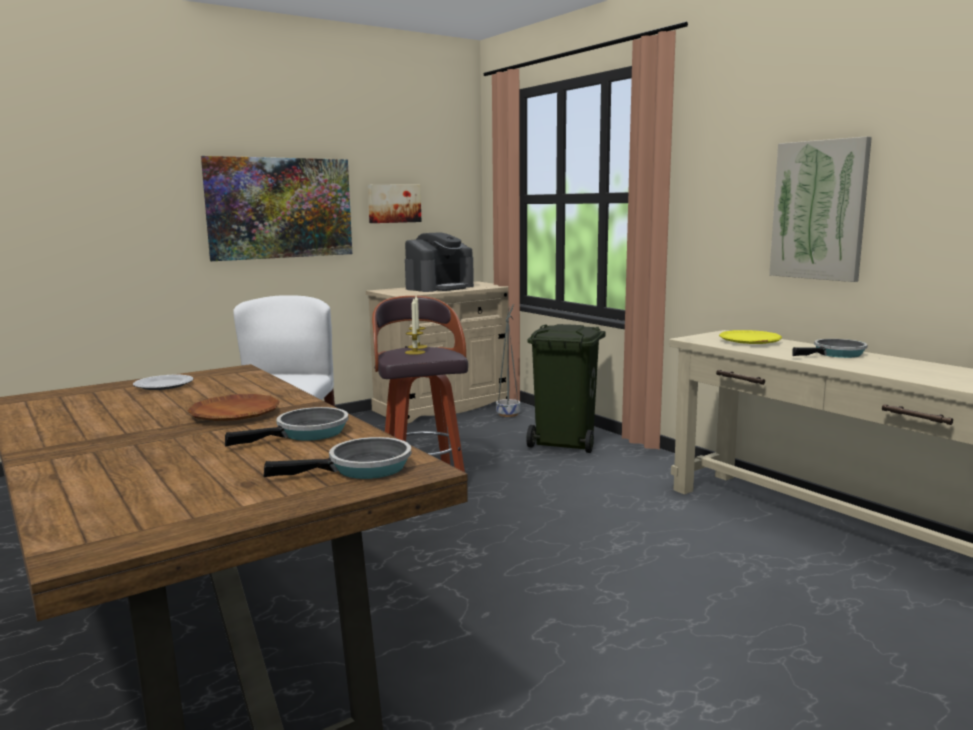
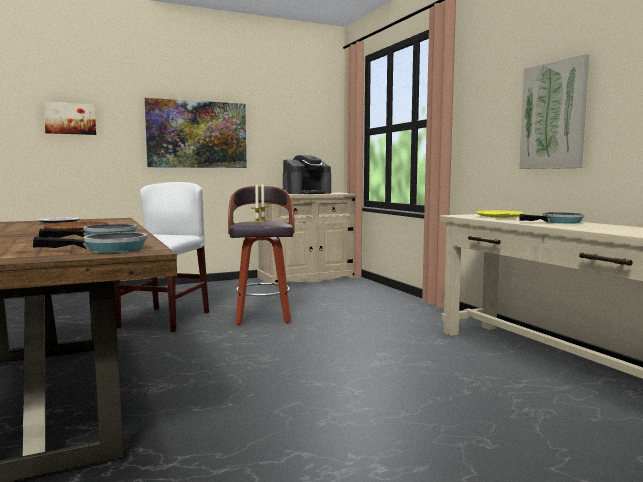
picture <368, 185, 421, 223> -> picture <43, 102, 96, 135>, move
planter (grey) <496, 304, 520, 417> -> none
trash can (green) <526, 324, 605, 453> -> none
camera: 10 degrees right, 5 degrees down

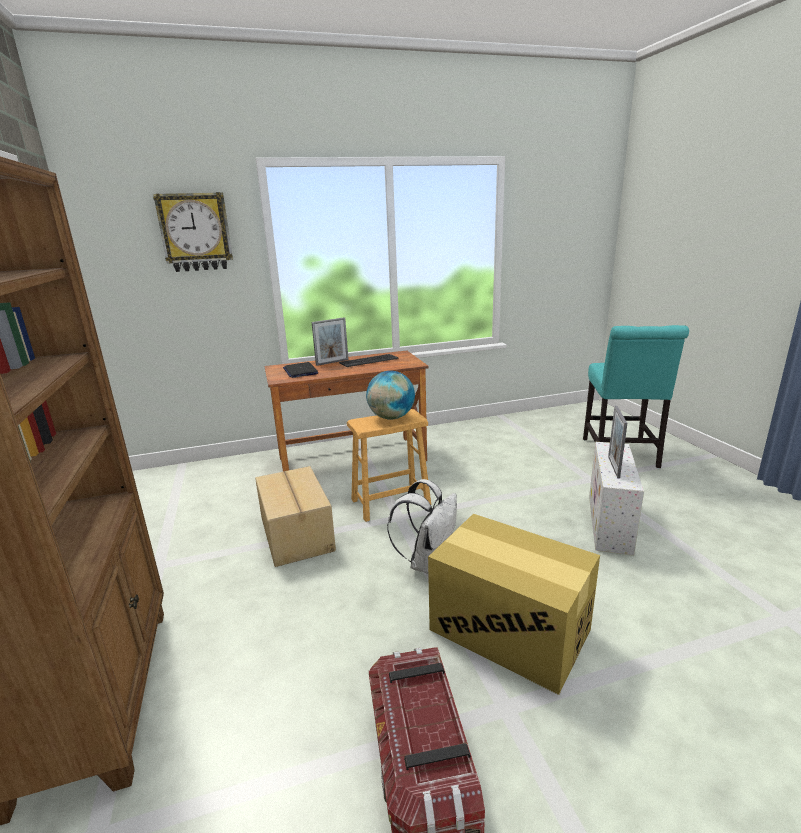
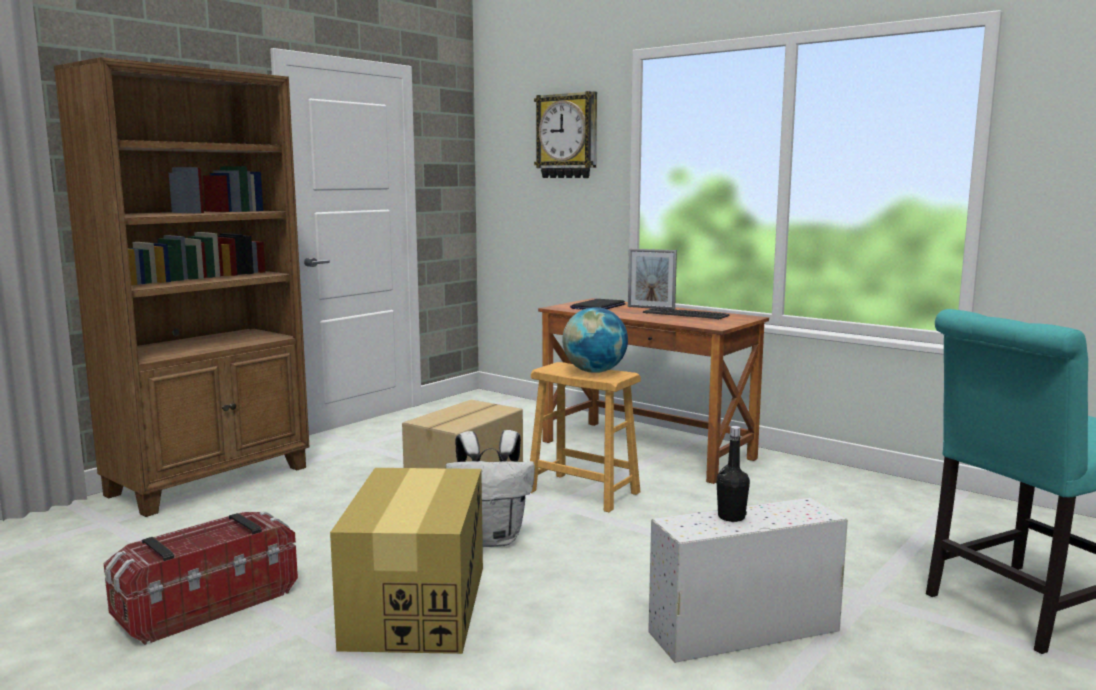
picture frame <608, 406, 627, 478> -> bottle (black) <716, 426, 750, 522>
camera: 55 degrees right, 10 degrees down

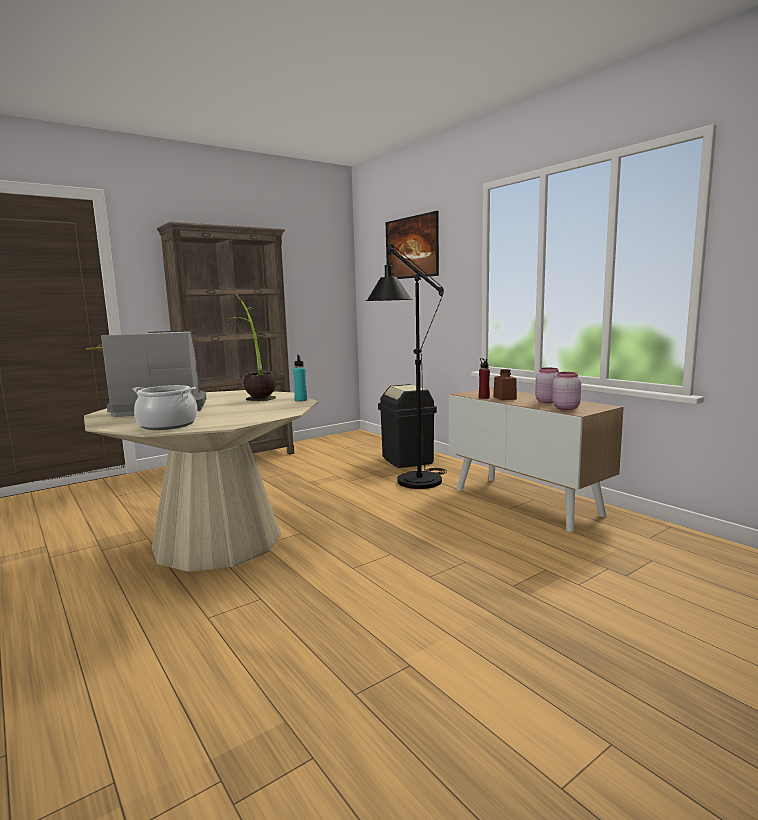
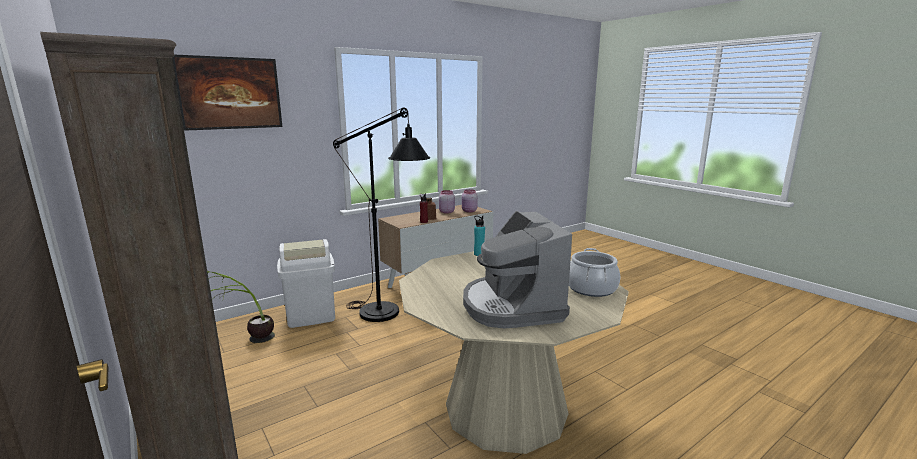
potted plant <225, 293, 276, 401> -> potted plant <207, 271, 275, 343>, move
trash can (black) <378, 384, 437, 468> -> trash can (white) <277, 239, 335, 328>
camera: 90 degrees left, 5 degrees up

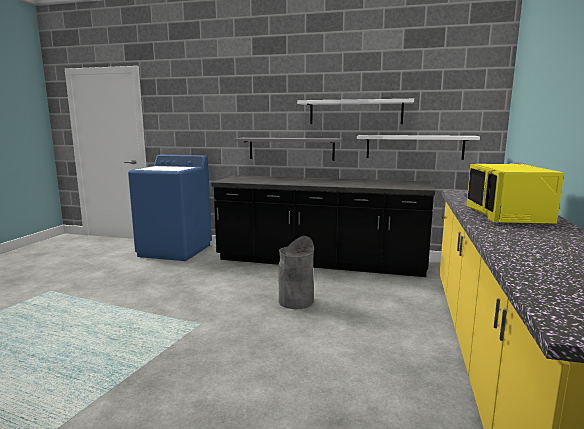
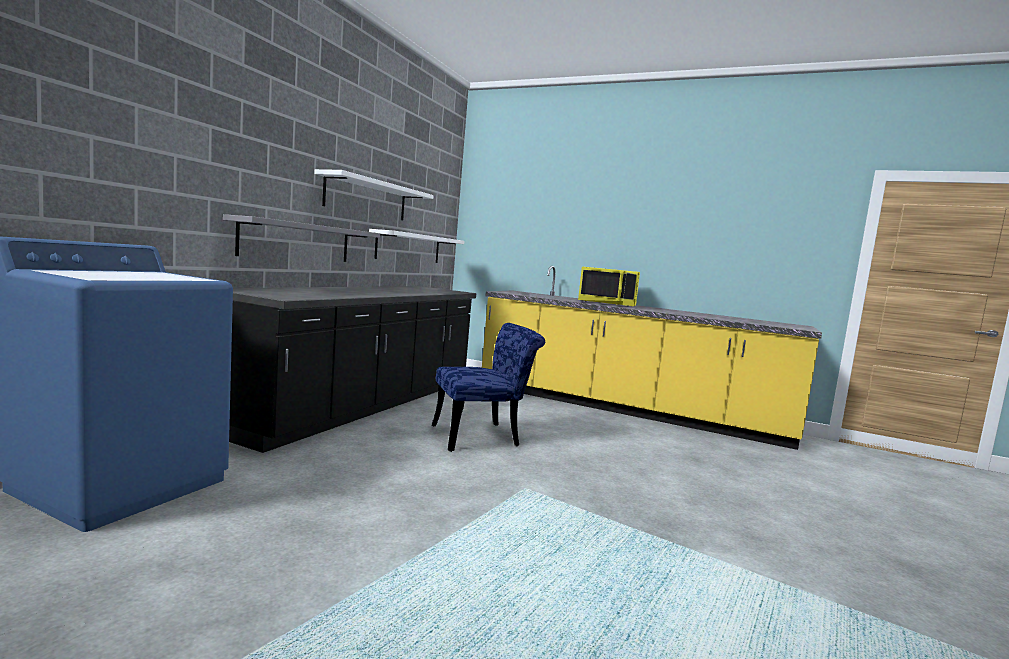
trash can (grey) <279, 236, 314, 309> -> chair (blue) <432, 323, 545, 452>
camera: 80 degrees left, 5 degrees down

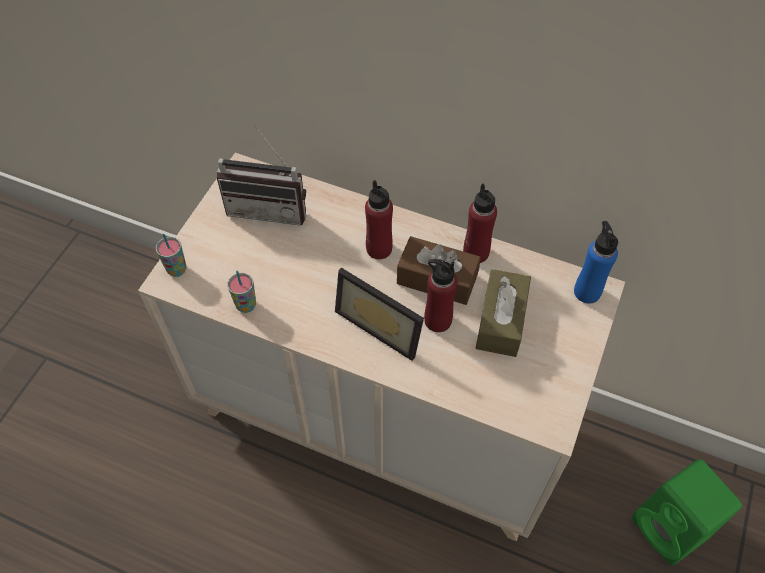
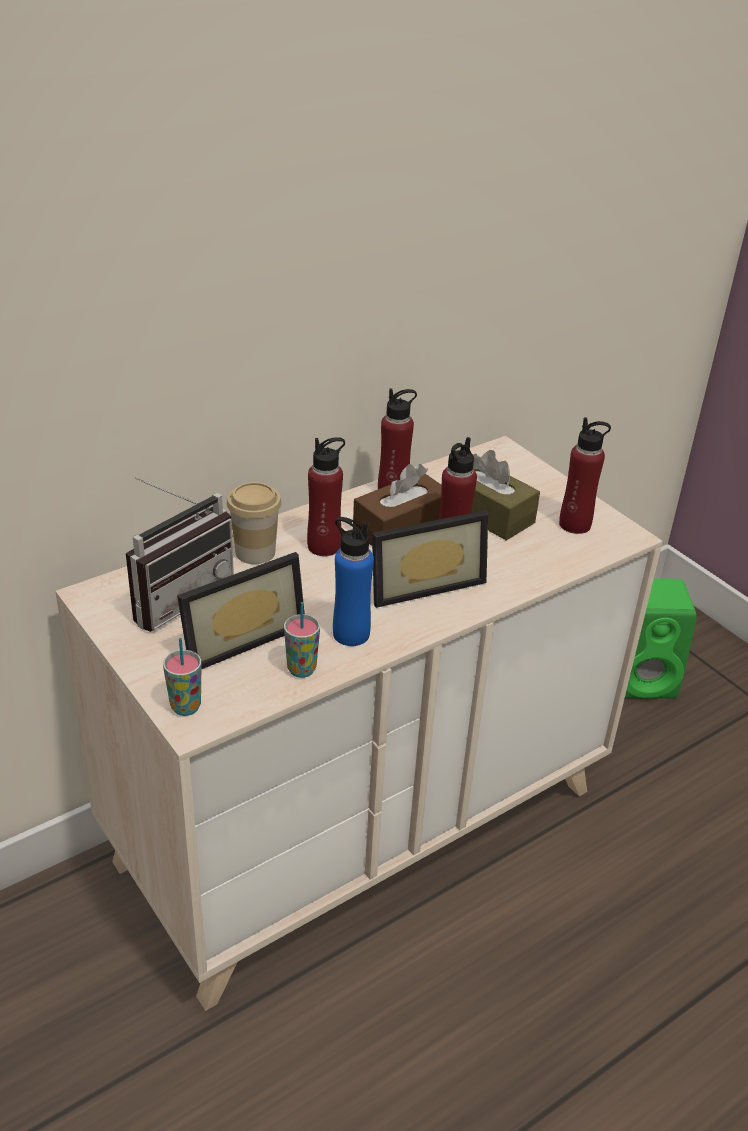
bottle (blue) <574, 221, 618, 304> -> bottle (blue) <333, 517, 374, 646>, move
none -> picture frame <177, 552, 305, 670>
none -> cup <227, 482, 282, 564>
none -> bottle (red) <559, 417, 611, 534>
camera: 60 degrees left, 20 degrees down

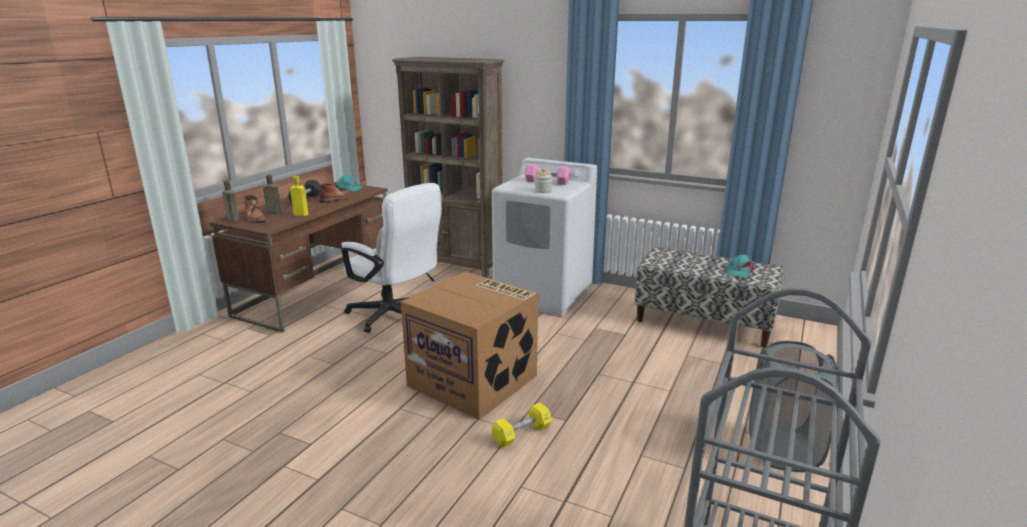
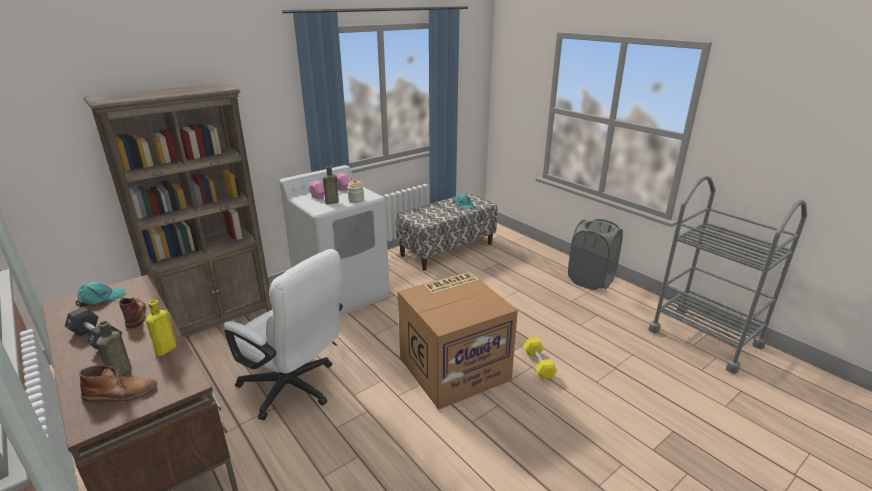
bottle (brown) <222, 180, 239, 222> -> bottle (brown) <323, 166, 339, 204>, move
office chair (white) <341, 183, 442, 333> -> office chair (white) <224, 249, 343, 420>, 60 degrees clockwise
camera: 65 degrees left, 5 degrees up

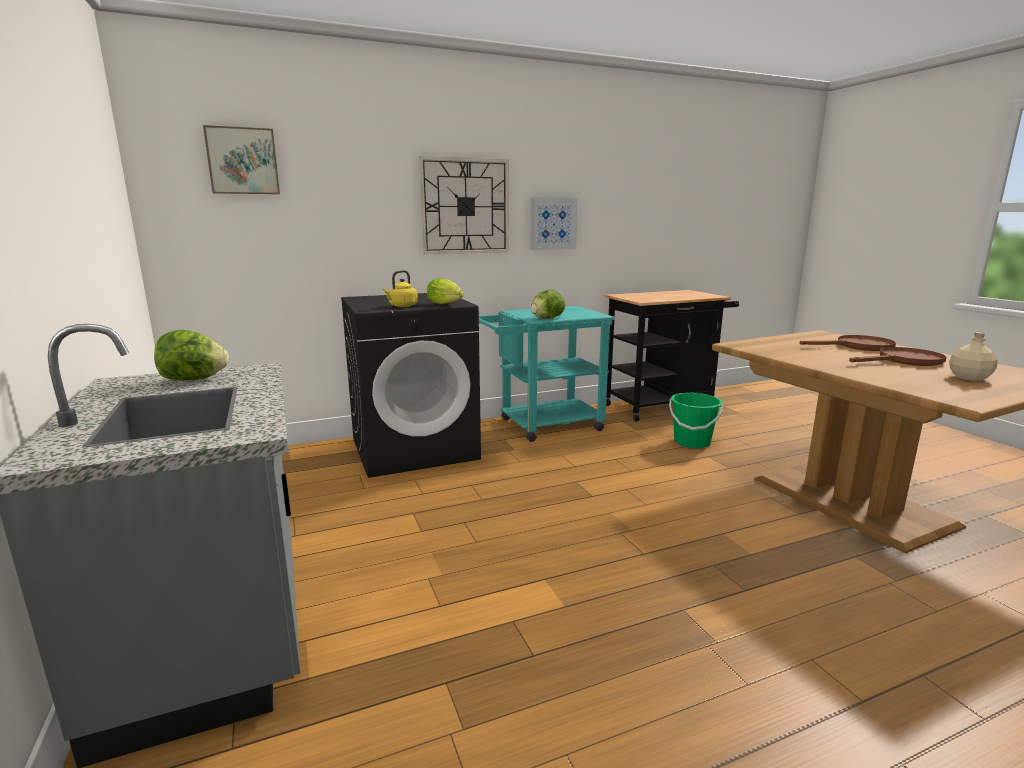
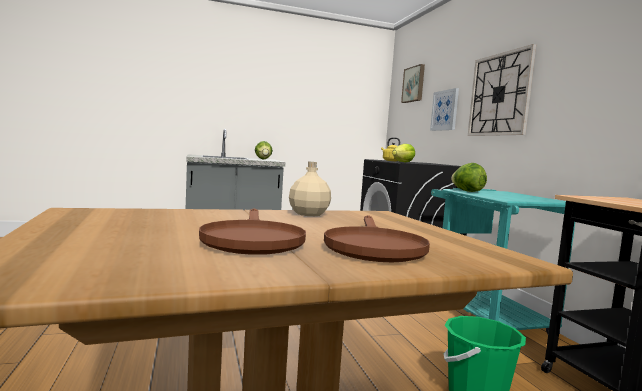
picture <530, 197, 578, 250> -> picture <430, 88, 459, 131>, move
bottle (beige) <949, 332, 998, 381> -> bottle (beige) <289, 162, 331, 216>, move
camera: 95 degrees right, 10 degrees down

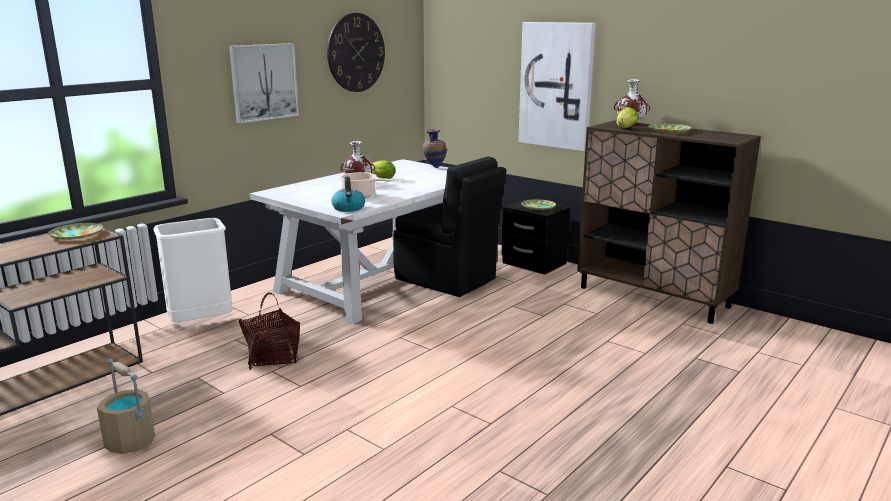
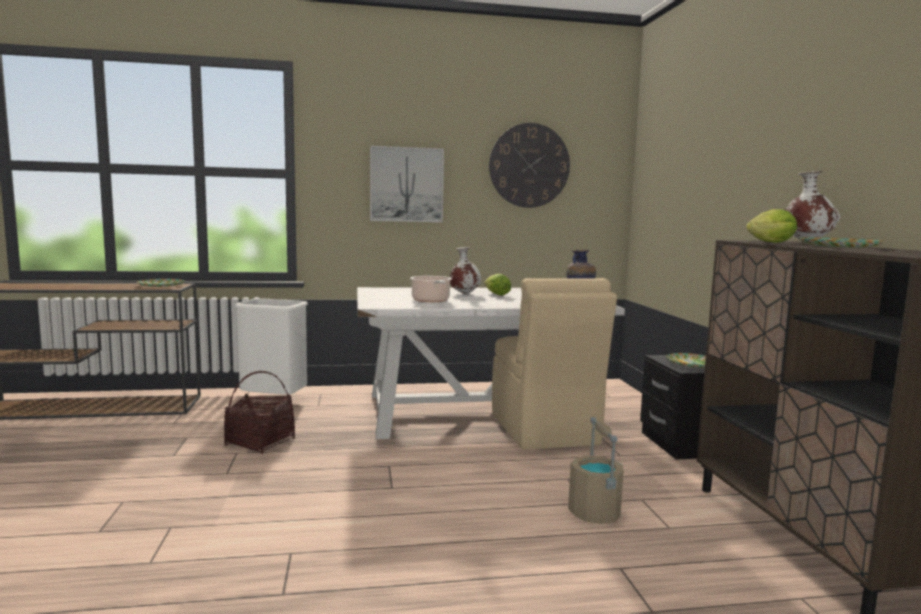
bucket (beige) <97, 358, 155, 454> -> bucket (beige) <568, 417, 624, 524>, move
kettle <331, 177, 365, 212> -> none
chair (black) <393, 156, 506, 297> -> chair (beige) <492, 278, 617, 450>
picture <518, 22, 596, 151> -> none
camera: 40 degrees right, 10 degrees down

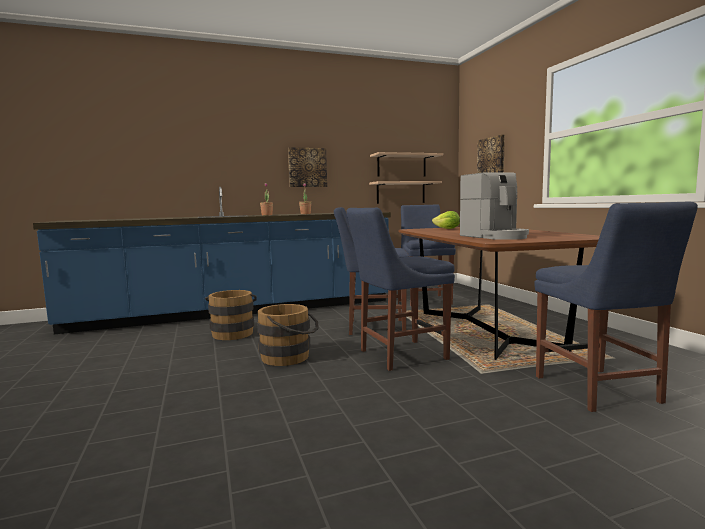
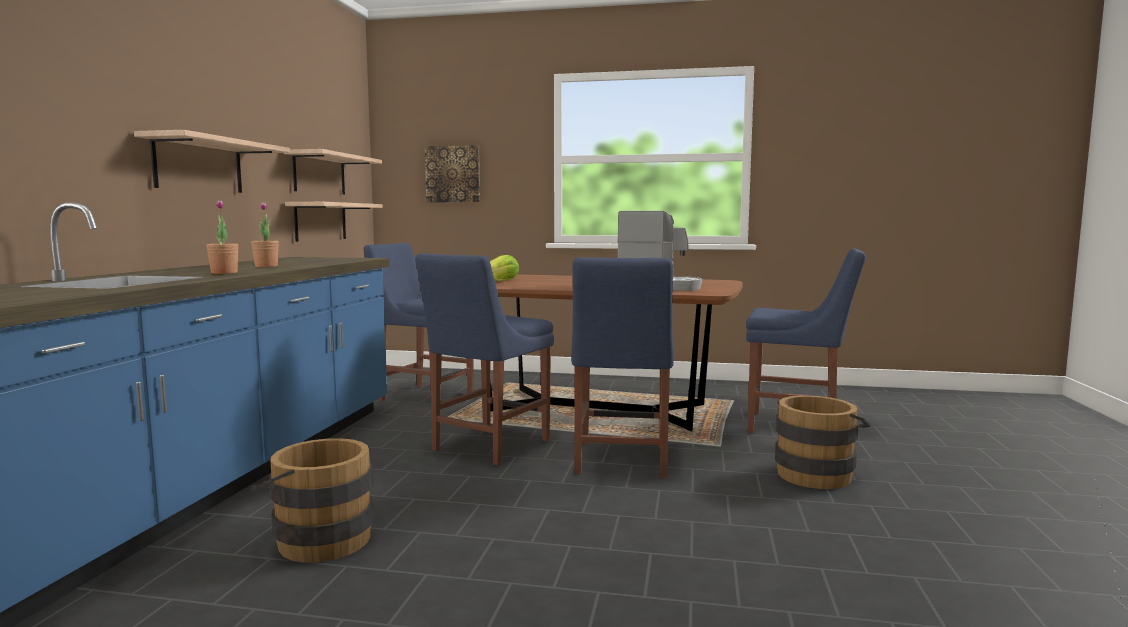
bucket (brown) <257, 304, 319, 366> -> bucket (brown) <775, 395, 871, 489>, move
picture <288, 147, 327, 187> -> shelf <134, 130, 290, 193>
camera: 60 degrees left, 0 degrees up

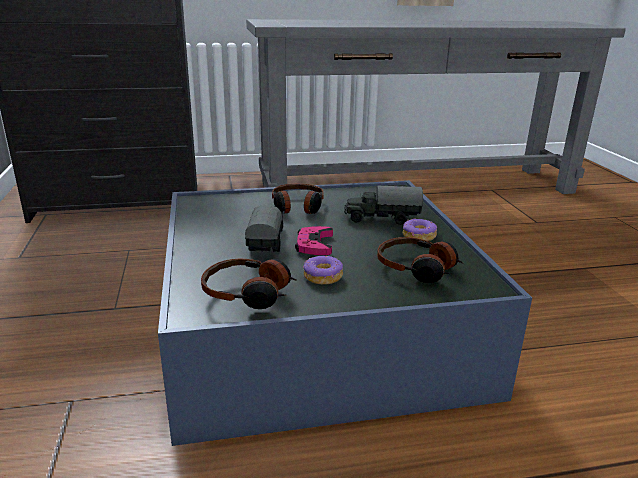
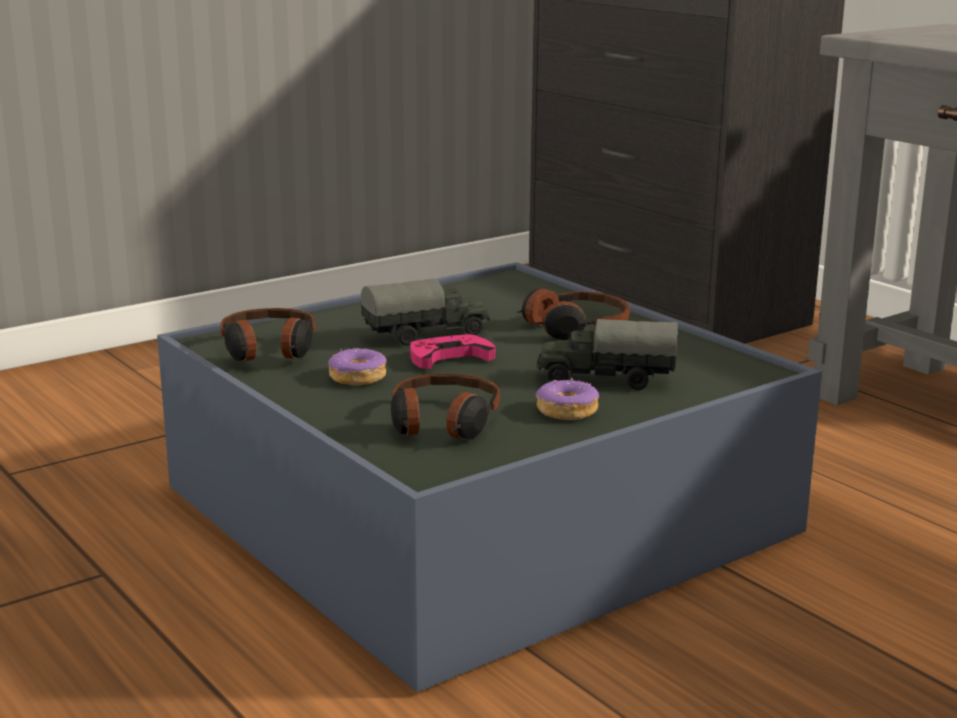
toy truck <344, 185, 423, 225> -> toy truck <537, 319, 678, 390>, 60 degrees counterclockwise
camera: 65 degrees right, 5 degrees down

